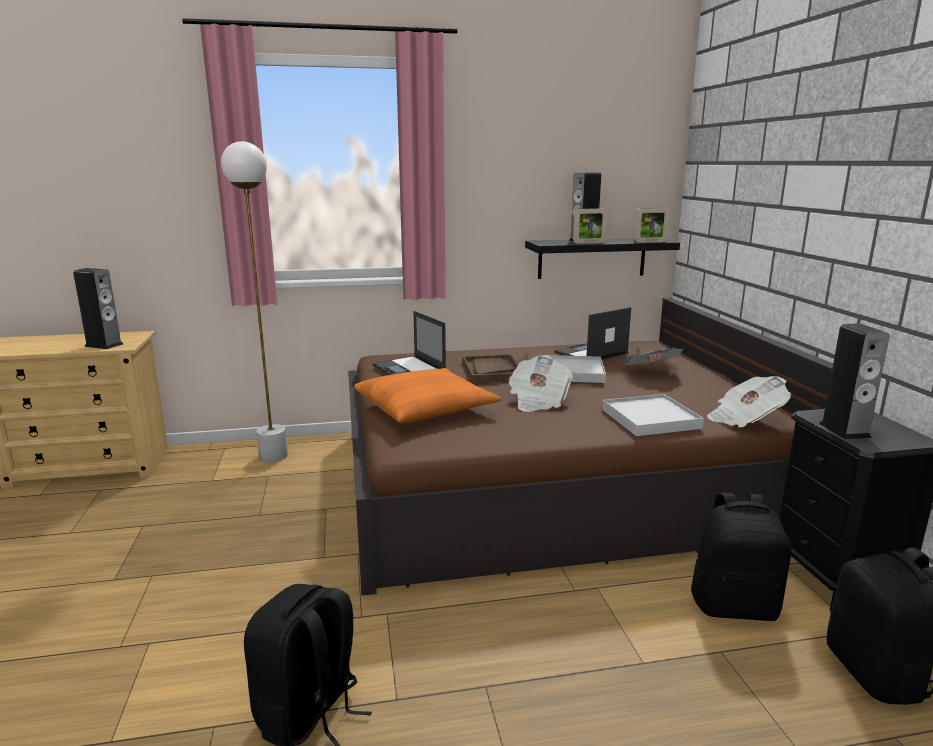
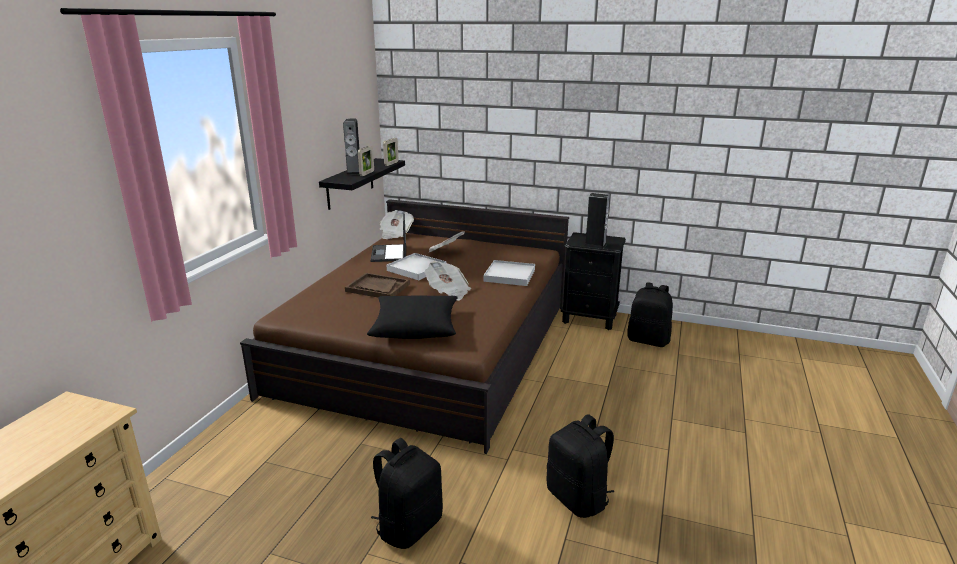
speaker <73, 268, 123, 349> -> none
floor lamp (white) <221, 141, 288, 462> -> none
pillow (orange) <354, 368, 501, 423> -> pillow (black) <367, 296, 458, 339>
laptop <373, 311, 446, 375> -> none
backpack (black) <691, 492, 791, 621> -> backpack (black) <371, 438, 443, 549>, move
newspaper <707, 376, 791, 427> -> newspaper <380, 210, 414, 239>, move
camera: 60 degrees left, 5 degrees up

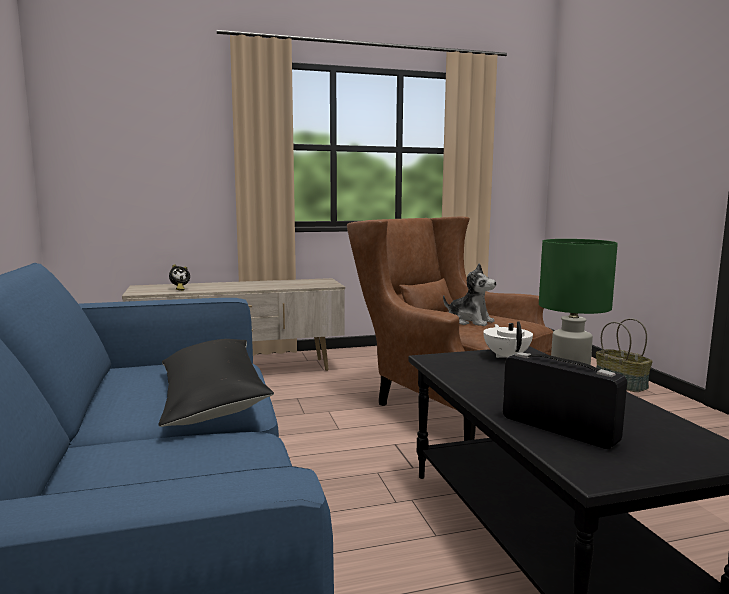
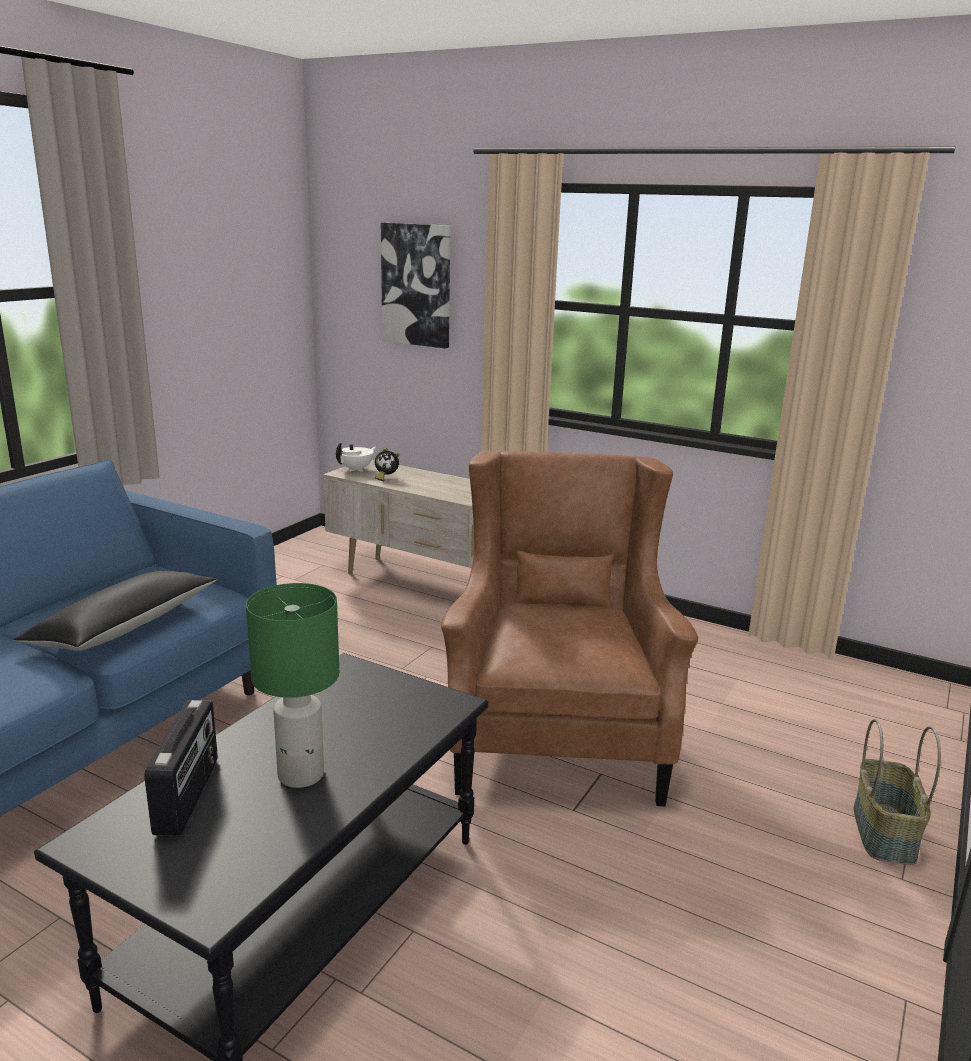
plush toy <443, 263, 496, 326> -> none
teapot (white) <483, 321, 533, 358> -> teapot (white) <336, 443, 376, 472>, move
none -> picture <381, 223, 451, 348>
camera: 45 degrees right, 10 degrees up

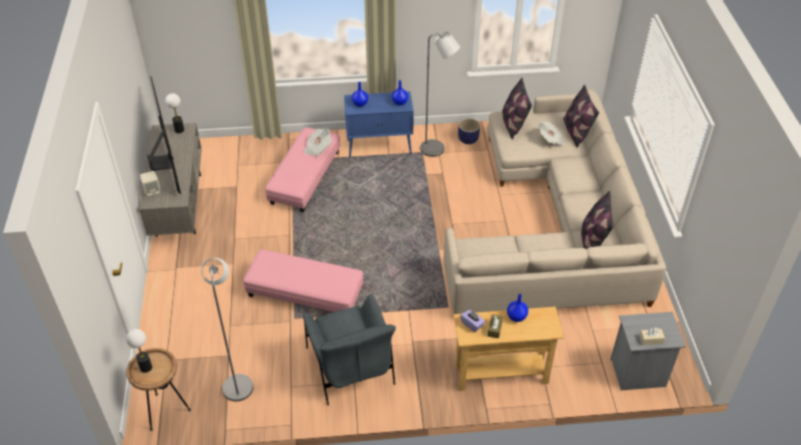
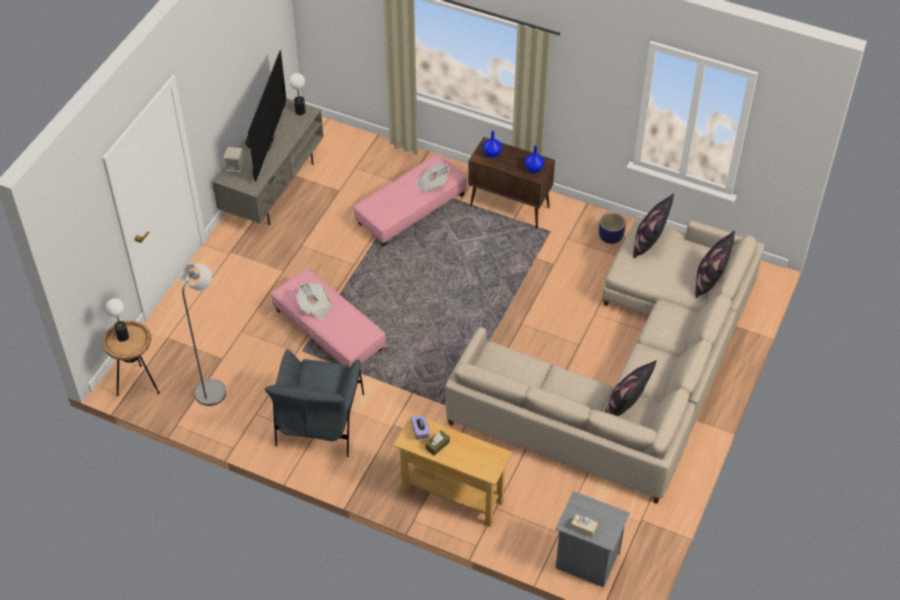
cabinet (blue) <344, 91, 414, 158> -> cabinet (brown) <468, 137, 555, 229>
floor lamp (grey) <420, 31, 460, 157> -> none
vase (blue) <507, 294, 528, 322> -> none
newspaper <538, 121, 565, 146> -> newspaper <296, 283, 332, 320>, move
camera: 30 degrees right, 5 degrees up

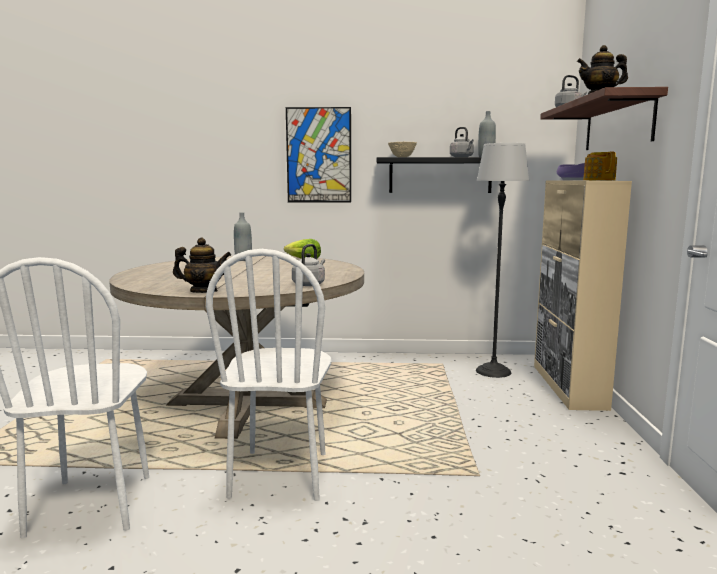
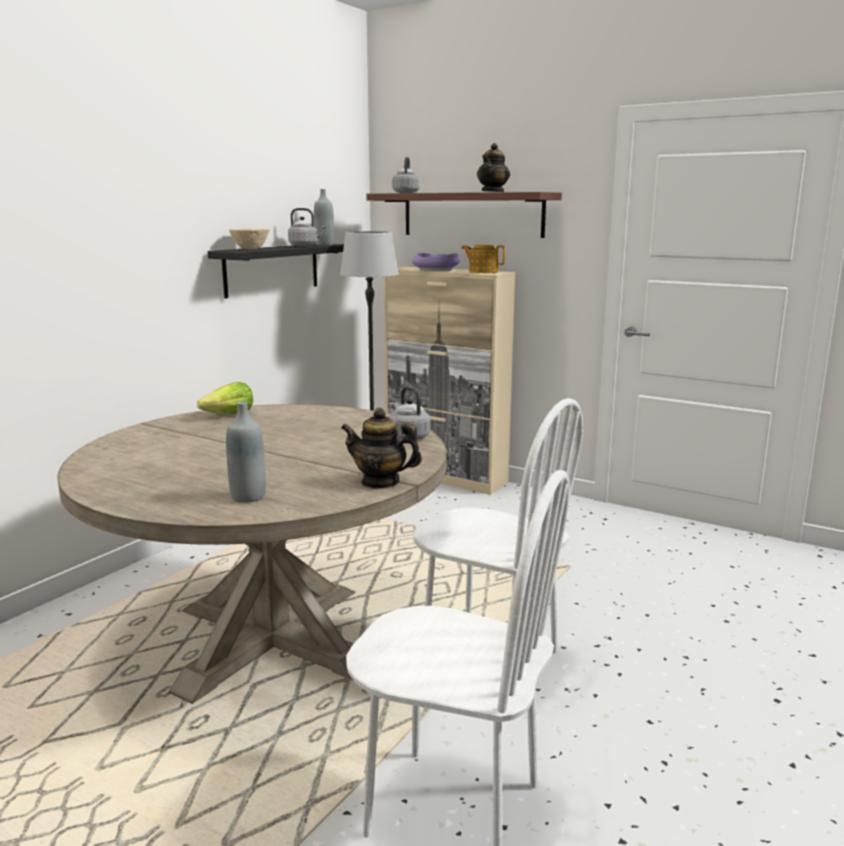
teapot <173, 238, 231, 293> -> teapot <341, 408, 422, 489>, 105 degrees counterclockwise
bottle (grey) <234, 212, 252, 261> -> bottle (grey) <226, 401, 266, 502>, move
picture <286, 107, 351, 203> -> none
camera: 60 degrees left, 5 degrees up

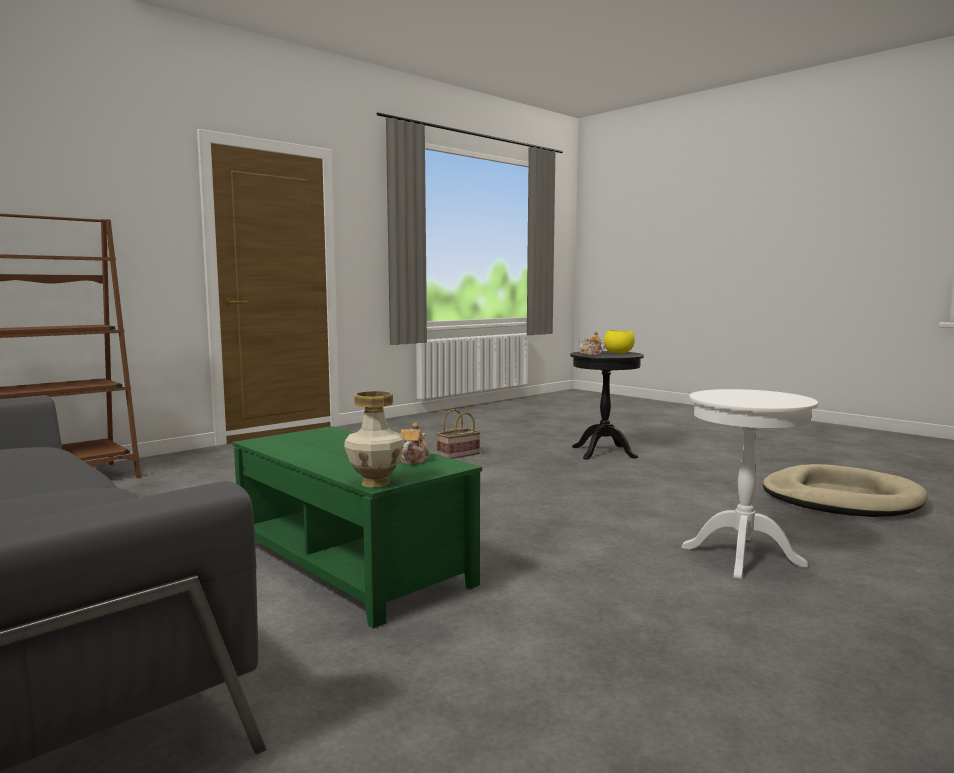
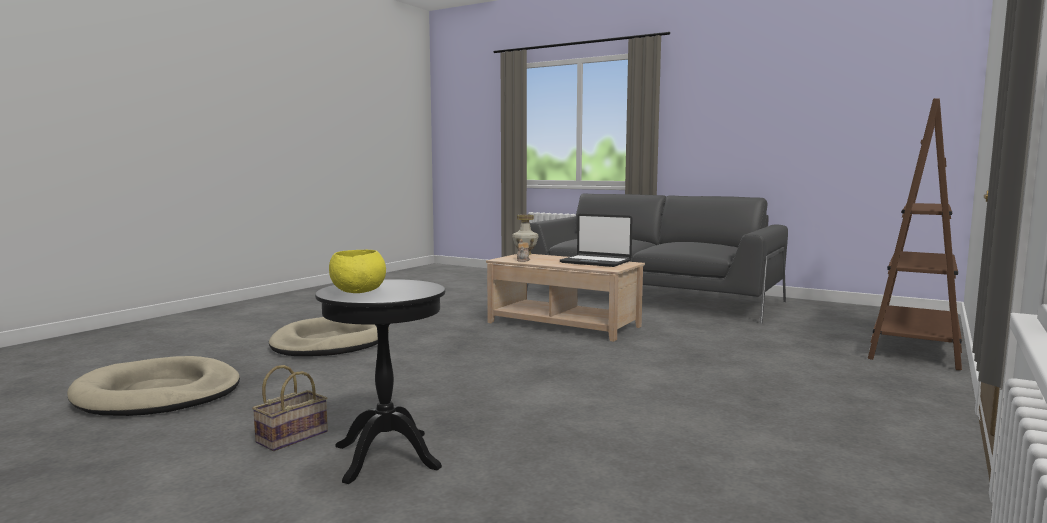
coffee table (green) <232, 426, 482, 629> -> coffee table (beige) <486, 254, 645, 342>
basket <436, 409, 480, 459> -> basket <252, 365, 328, 451>, move
teapot <579, 331, 606, 355> -> none
side table (white) <681, 389, 818, 579> -> dog bed (beige) <269, 317, 389, 356>
none -> laptop <560, 214, 633, 267>
camera: 165 degrees right, 0 degrees up

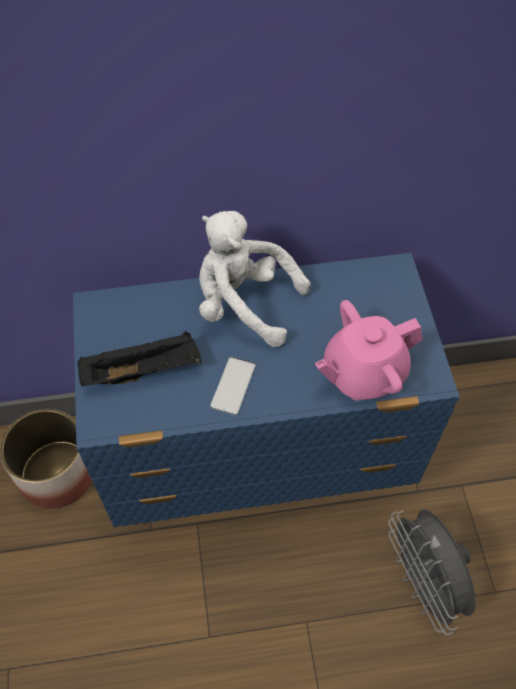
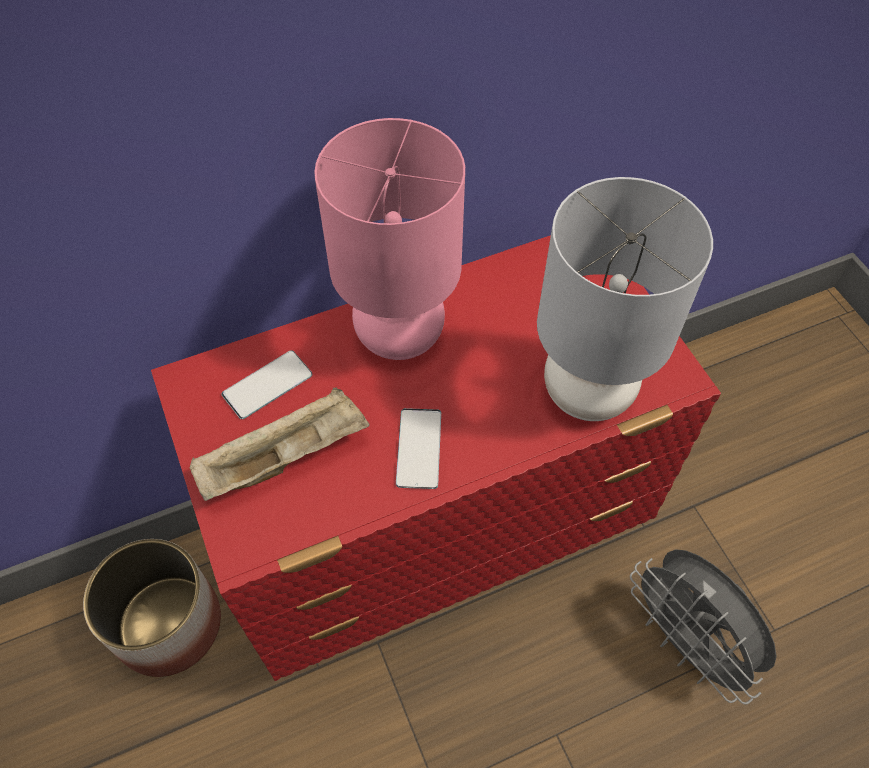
dresser (blue) <73, 253, 460, 527> -> dresser (red) <151, 235, 721, 681>
tray (black) <77, 331, 202, 386> -> tray (beige) <190, 387, 370, 501>
plush toy (white) <199, 211, 311, 347> -> table lamp (pink) <314, 118, 465, 360>
teapot (pink) <315, 300, 422, 401> -> table lamp (grey) <537, 177, 713, 421>
none -> phone <222, 350, 312, 419>
camera: 15 degrees left, 0 degrees up

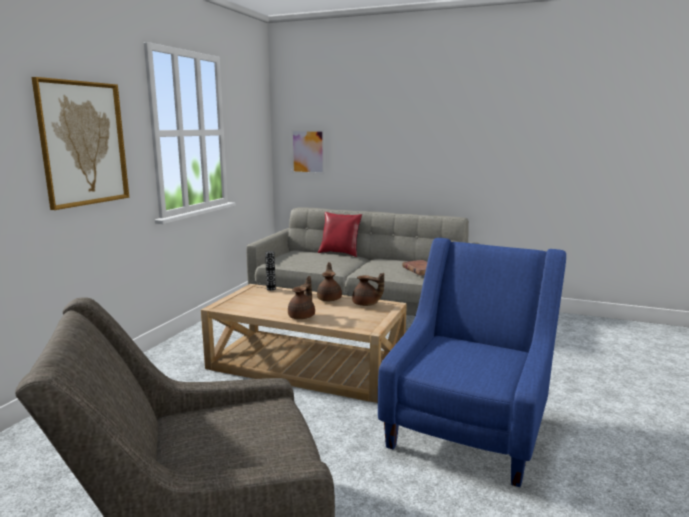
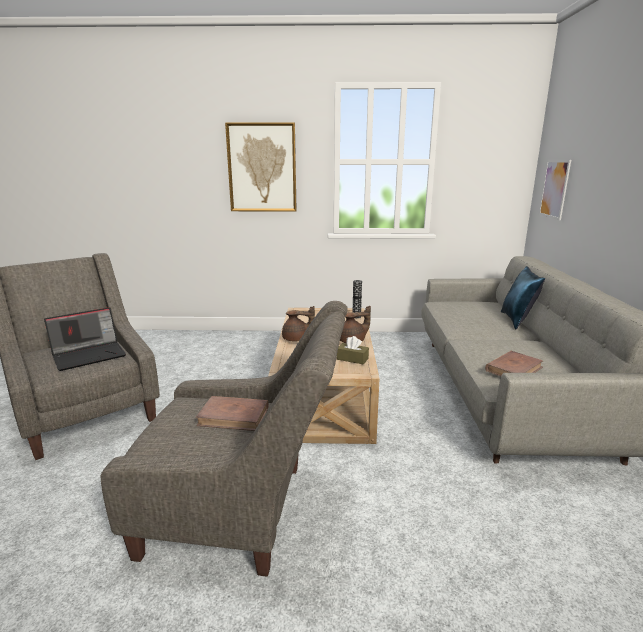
pillow (red) <318, 212, 362, 257> -> pillow (blue) <501, 266, 545, 329>
teapot (brown) <352, 273, 384, 306> -> tissue box (brown) <337, 336, 369, 364>
armchair (blue) <378, 238, 566, 487> -> armchair (grey) <101, 301, 348, 576>
none -> laptop <44, 307, 126, 371>
none -> book (brown) <196, 396, 268, 431>
camera: 70 degrees right, 5 degrees up

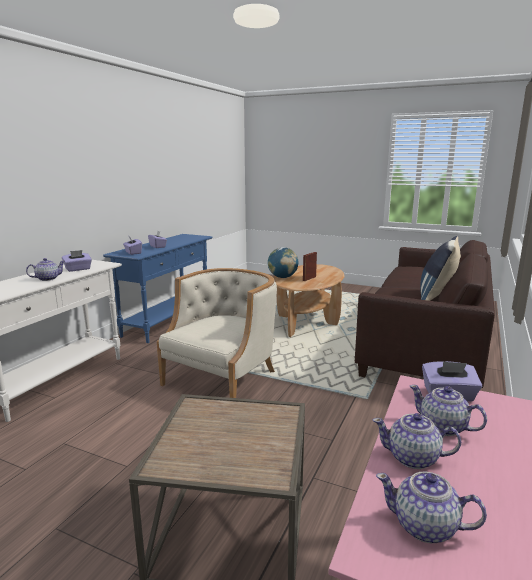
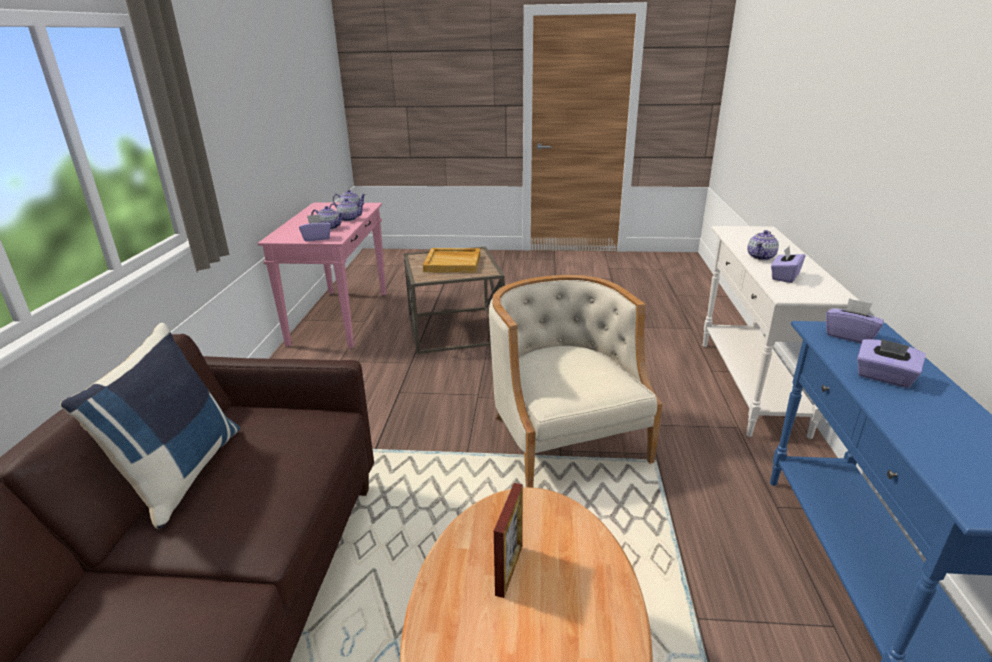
armchair (beige) <157, 268, 277, 398> -> armchair (beige) <489, 275, 662, 488>, 150 degrees clockwise
globe <268, 247, 298, 278> -> none
none -> tray (beige) <423, 248, 480, 273>
camera: 160 degrees right, 10 degrees up

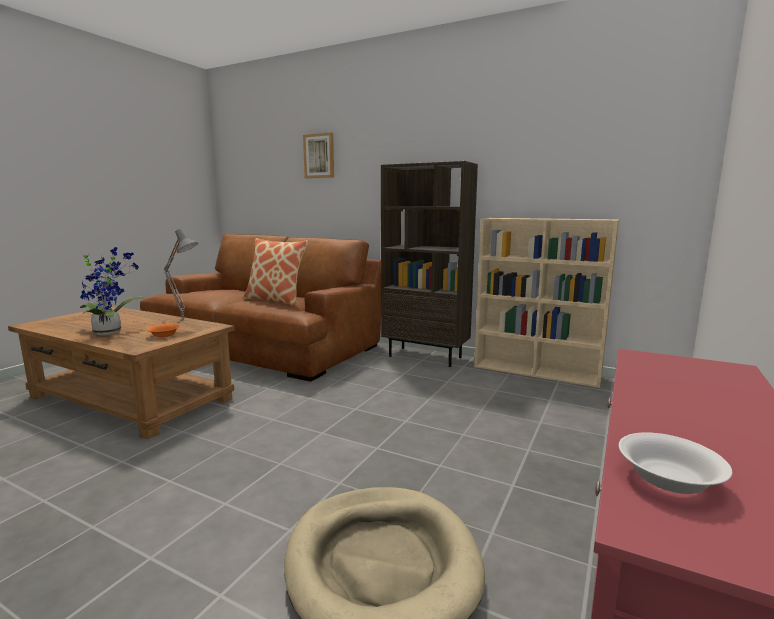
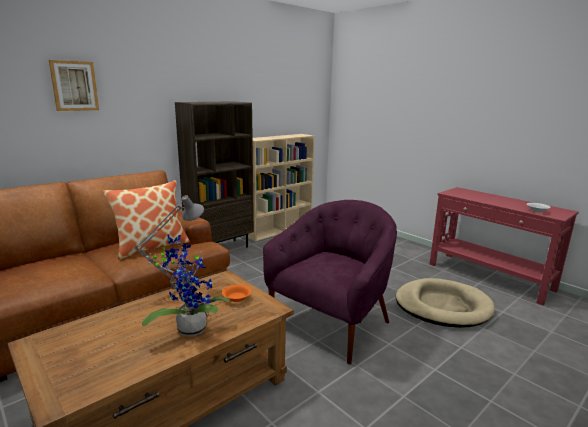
none -> armchair (purple) <263, 200, 397, 364>
camera: 70 degrees left, 5 degrees up

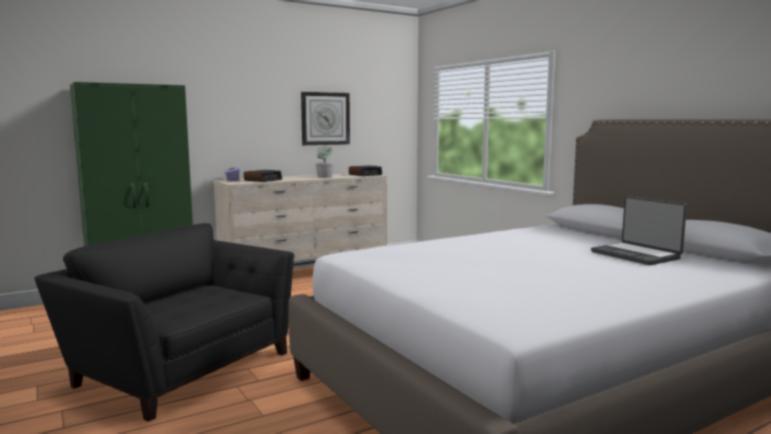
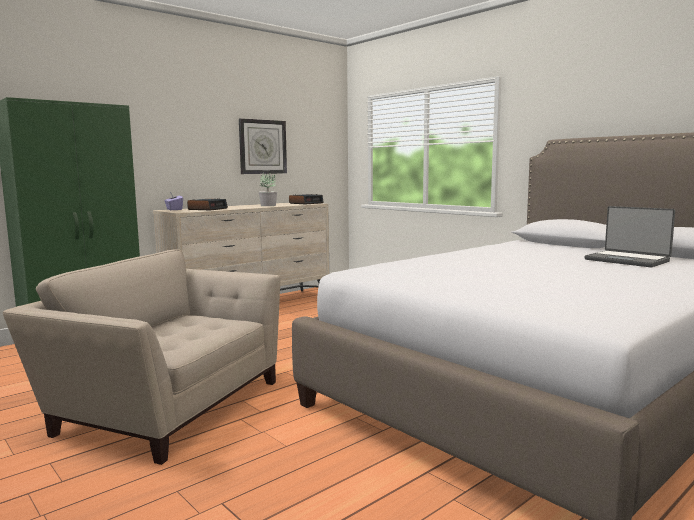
armchair (black) <35, 223, 294, 422> -> armchair (beige) <3, 249, 281, 465>
camera: 10 degrees left, 0 degrees up

